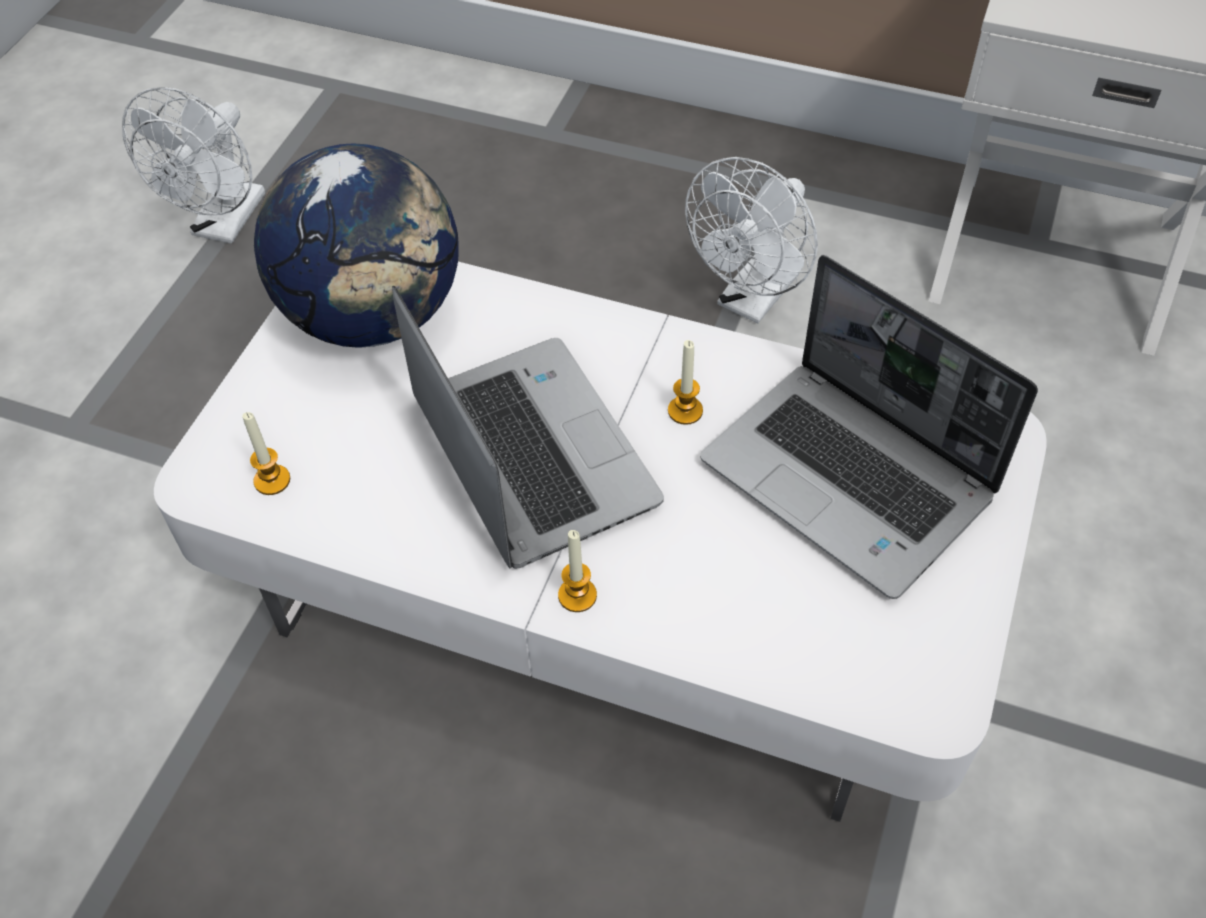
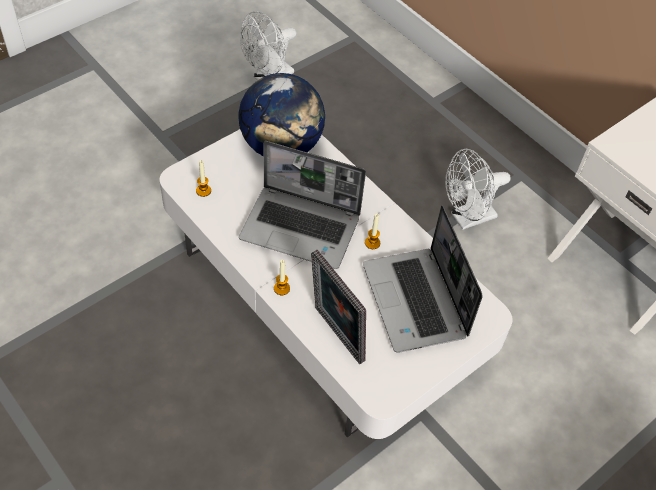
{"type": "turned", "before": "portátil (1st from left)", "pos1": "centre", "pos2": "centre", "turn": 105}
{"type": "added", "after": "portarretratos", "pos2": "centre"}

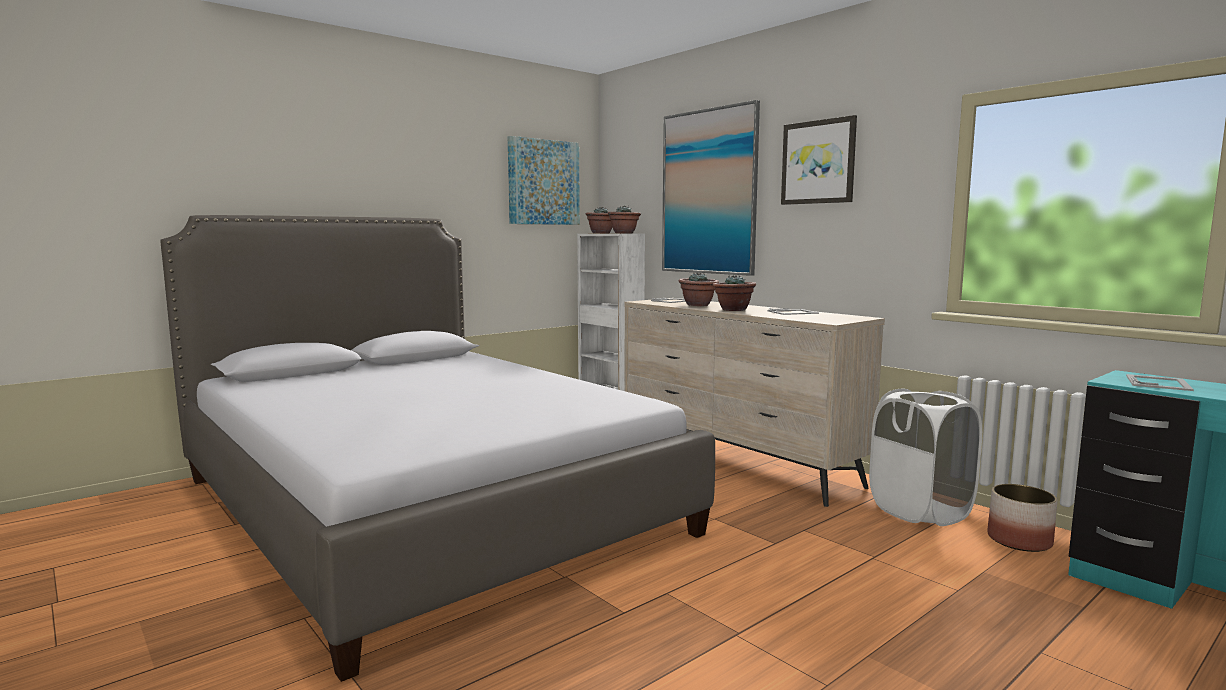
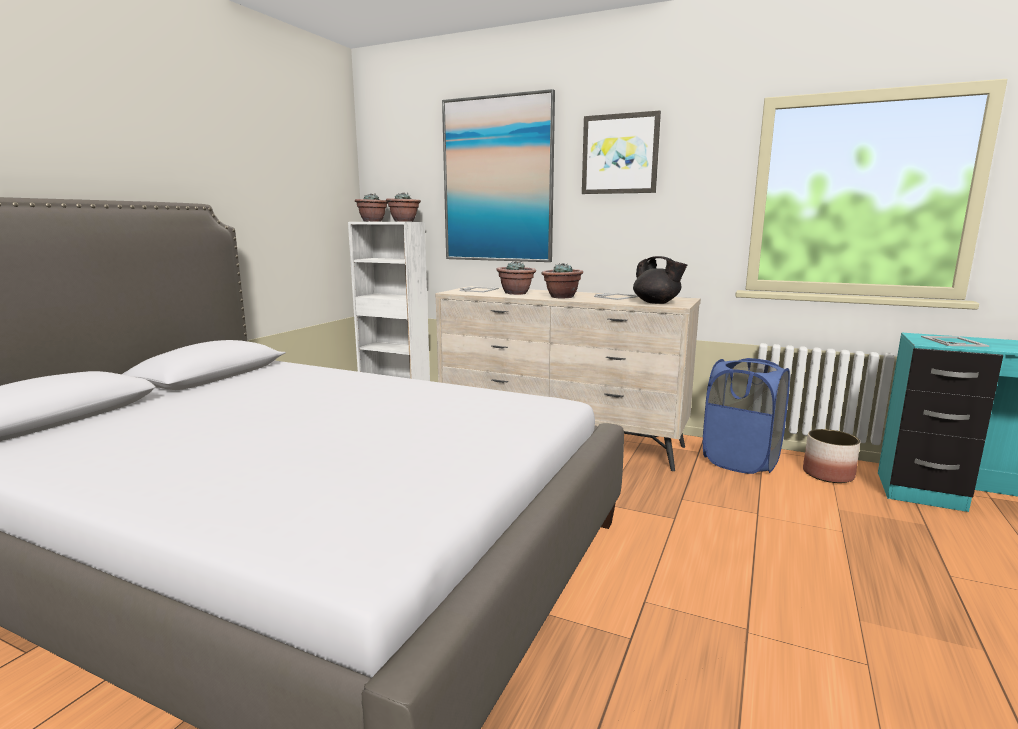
{"type": "added", "after": "tetera (negro)", "pos2": "centre"}
{"type": "recoloured", "before": "cesto de la ropa (blanco)", "after": "cesto de la ropa (azul)", "pos1": "middle right", "pos2": "middle right"}
{"type": "removed", "before": "cuadro (1st from left)", "pos1": "top centre"}

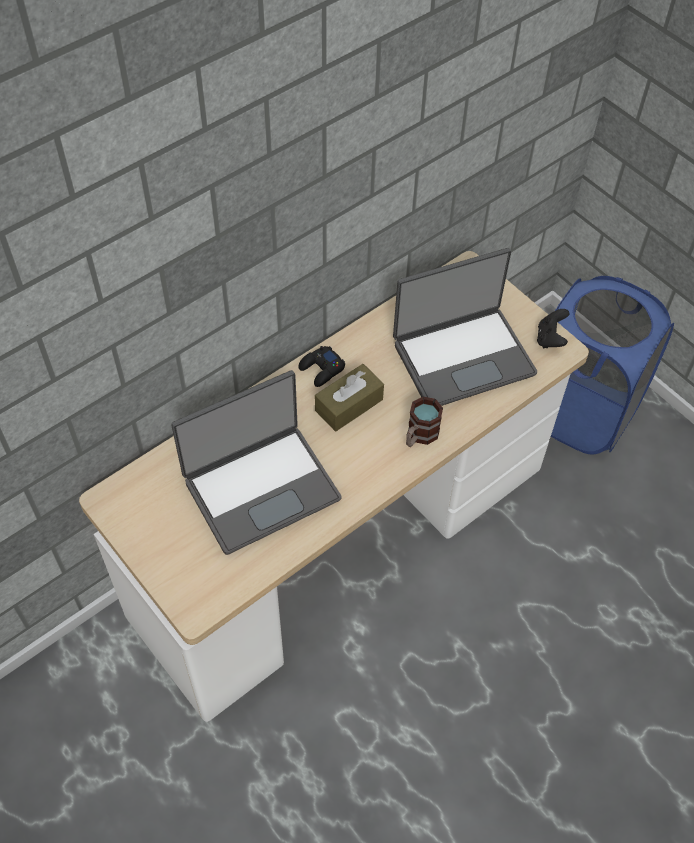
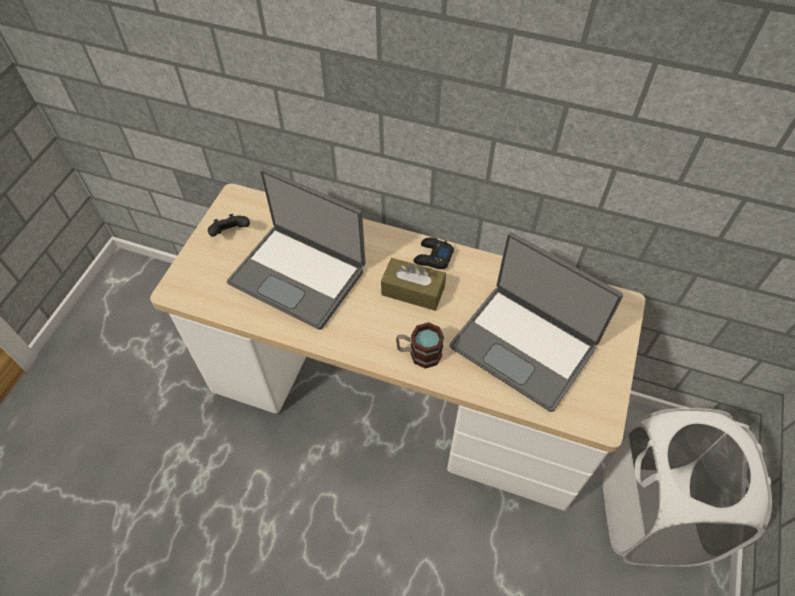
{"type": "moved", "before": "mando de consola (negro) (2nd from left in the first image)", "after": "mando de consola (negro) (1st from left)", "pos1": "middle right", "pos2": "middle left"}
{"type": "recoloured", "before": "cesto de la ropa (azul)", "after": "cesto de la ropa (blanco)", "pos1": "middle right", "pos2": "bottom right"}

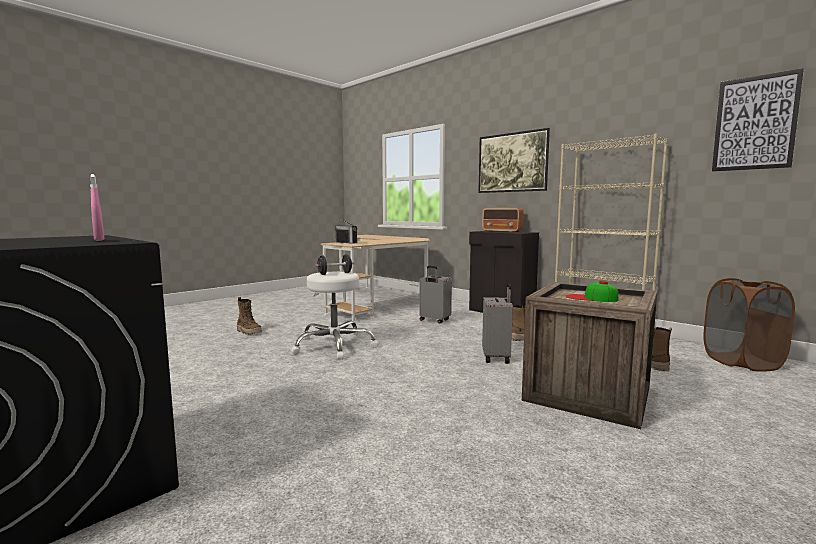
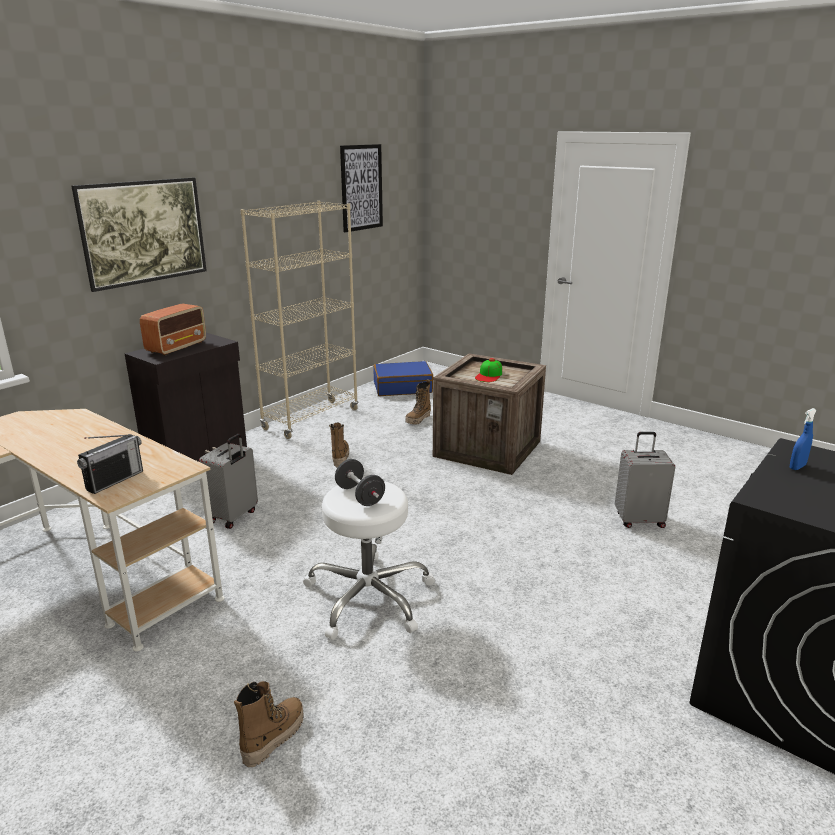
{"type": "replaced", "before": "cesto de la ropa (marrón)", "after": "maleta (azul)", "pos1": "middle right", "pos2": "centre"}
{"type": "moved", "before": "maleta (gris) (2nd from left)", "pos1": "centre", "pos2": "middle right"}
{"type": "recoloured", "before": "pulverizador (rosa)", "after": "pulverizador (azul)", "pos1": "middle left", "pos2": "middle right"}

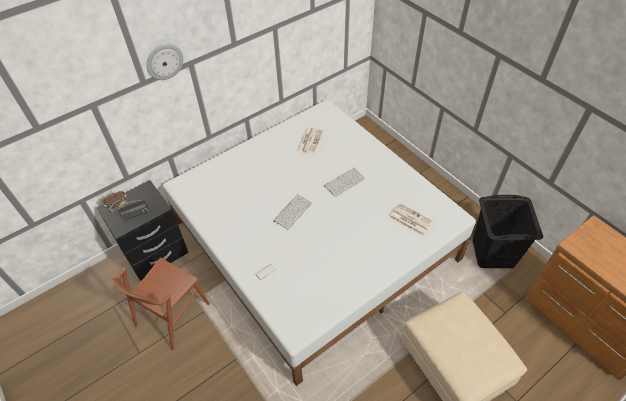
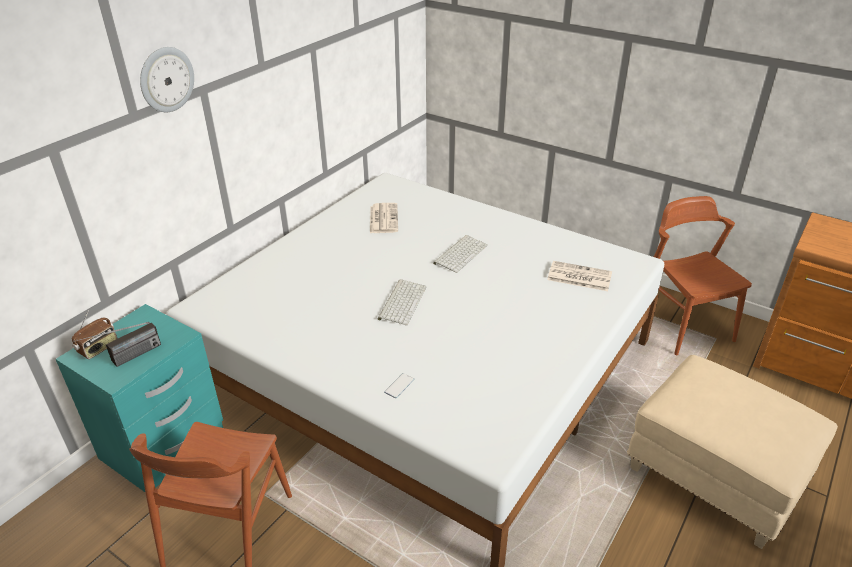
{"type": "recoloured", "before": "mesita de noche (negro)", "after": "mesita de noche (turquesa)", "pos1": "middle left", "pos2": "bottom left"}
{"type": "replaced", "before": "cesto de la ropa (negro)", "after": "silla (marrón) (2nd from left)", "pos1": "middle right", "pos2": "middle right"}

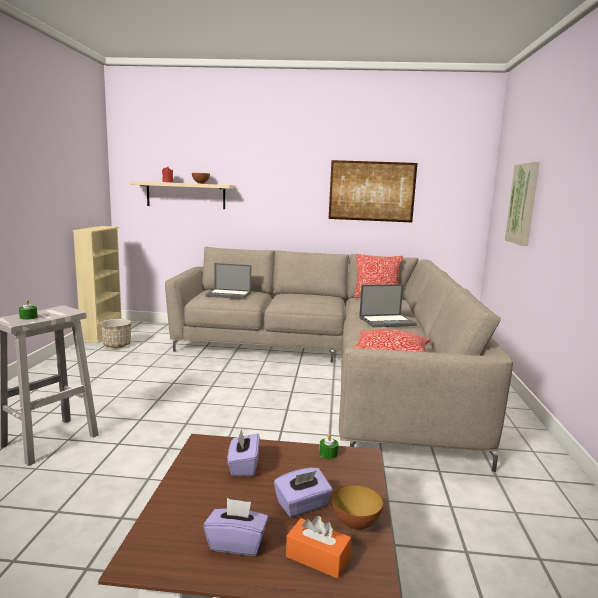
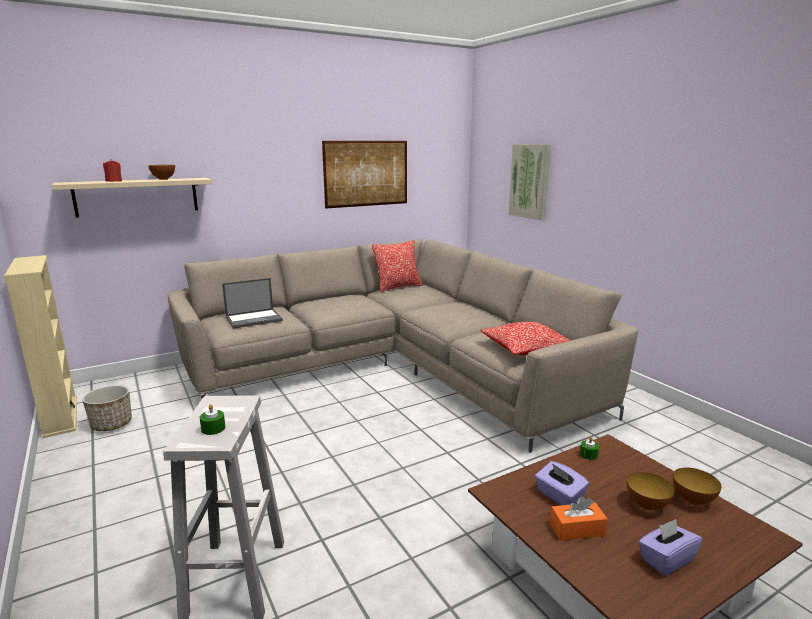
{"type": "moved", "before": "caja de pañuelos (naranja)", "pos1": "bottom centre", "pos2": "bottom right"}
{"type": "replaced", "before": "caja de pañuelos (morado) (3rd from left)", "after": "cuenco (2nd from left)", "pos1": "bottom centre", "pos2": "bottom right"}
{"type": "removed", "before": "portátil (2nd from left)", "pos1": "centre"}

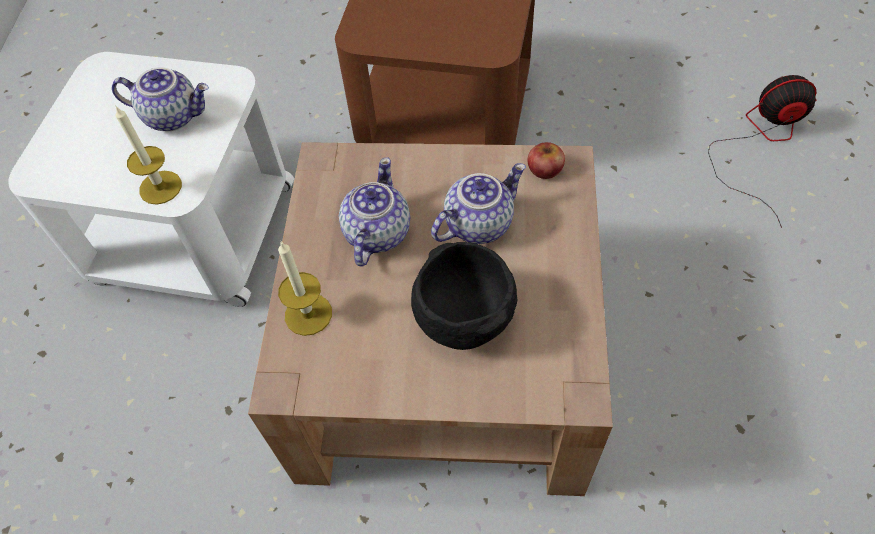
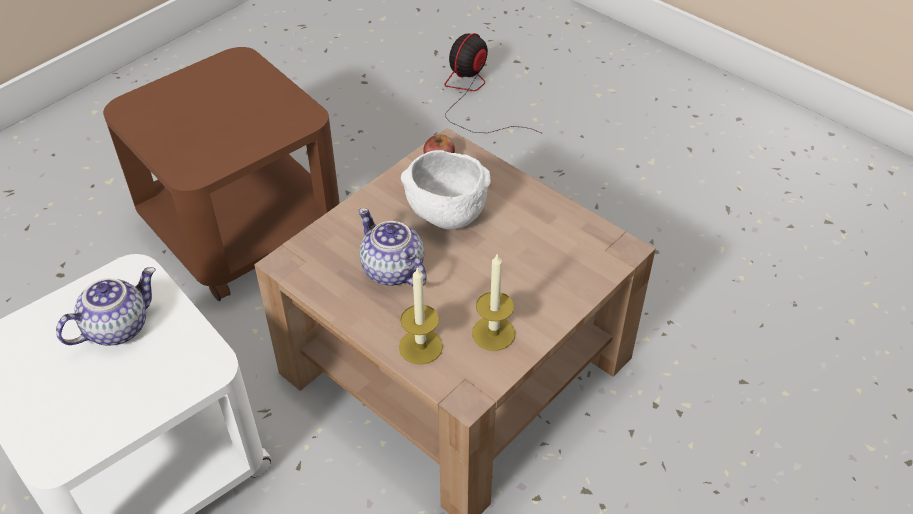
{"type": "replaced", "before": "tetera (3rd from left)", "after": "cuenco (blanco)", "pos1": "centre", "pos2": "centre"}
{"type": "moved", "before": "vela (1st from left in the first image)", "after": "vela (2nd from left)", "pos1": "top left", "pos2": "centre"}
{"type": "removed", "before": "cuenco (negro)", "pos1": "centre"}

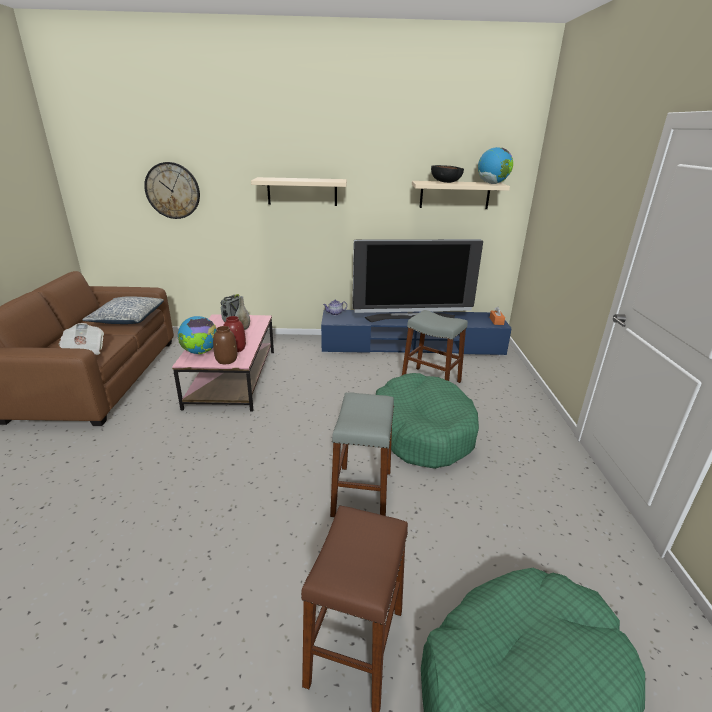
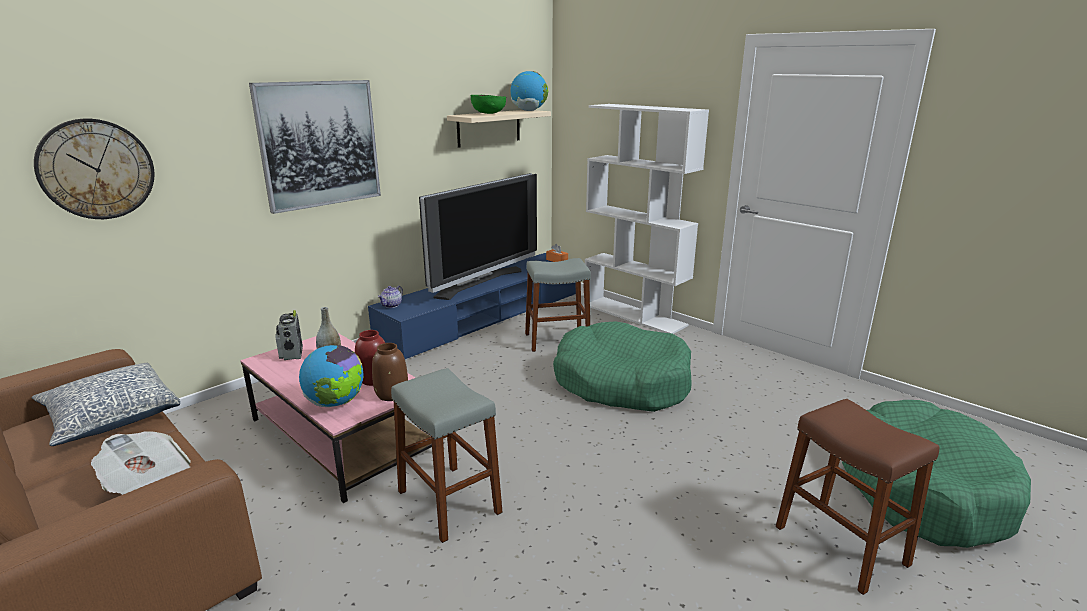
{"type": "replaced", "before": "estante (beis) (1st from left)", "after": "cuadro", "pos1": "top centre", "pos2": "top left"}
{"type": "moved", "before": "taburete (gris) (1st from left)", "pos1": "centre", "pos2": "bottom centre"}
{"type": "recoloured", "before": "cuenco (negro)", "after": "cuenco (verde)", "pos1": "top centre", "pos2": "top centre"}
{"type": "added", "after": "estantería (blanco)", "pos2": "centre"}

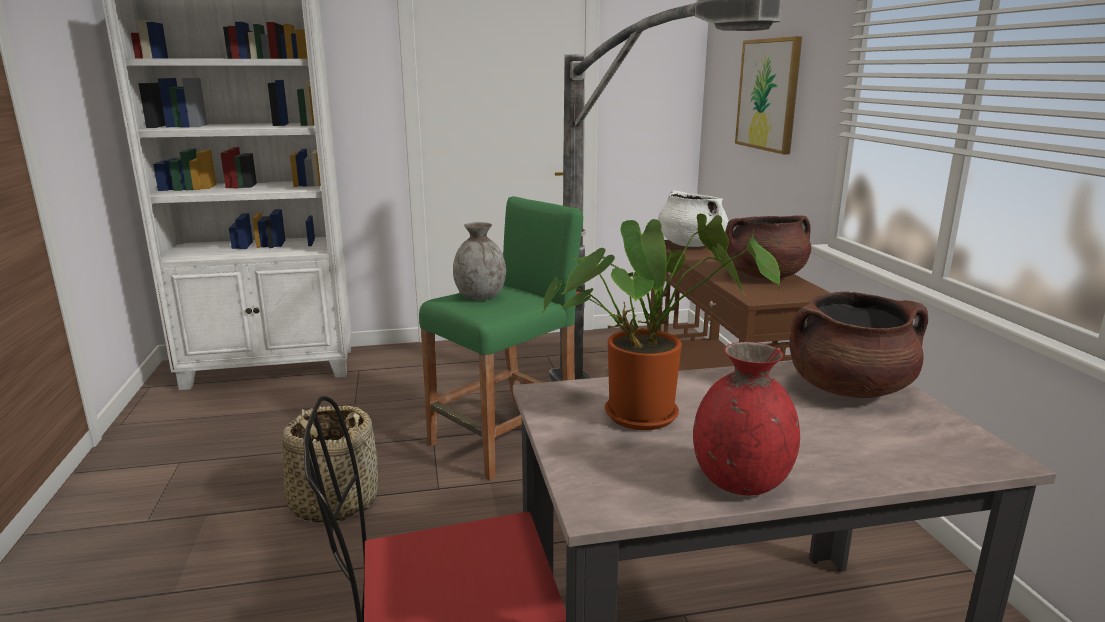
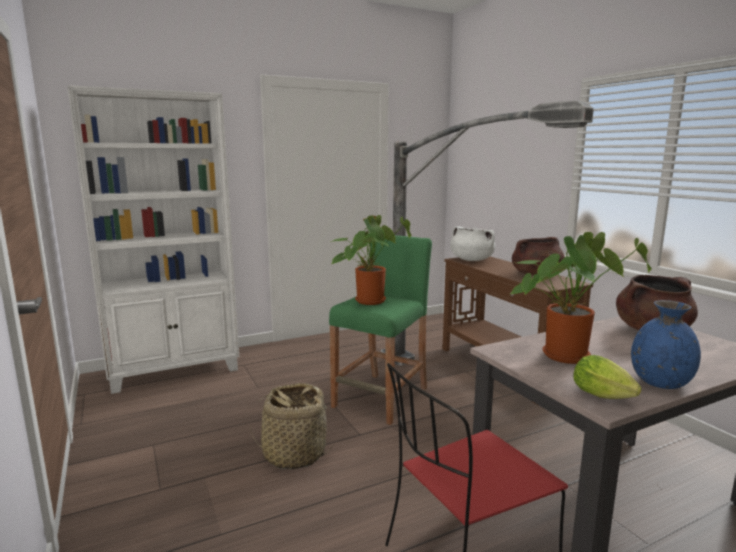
{"type": "replaced", "before": "florero (gris)", "after": "planta en maceta (1st from left)", "pos1": "centre", "pos2": "centre"}
{"type": "added", "after": "lechuga", "pos2": "bottom right"}
{"type": "recoloured", "before": "florero (rojo)", "after": "florero (azul)", "pos1": "bottom right", "pos2": "middle right"}
{"type": "removed", "before": "cuadro", "pos1": "top right"}

